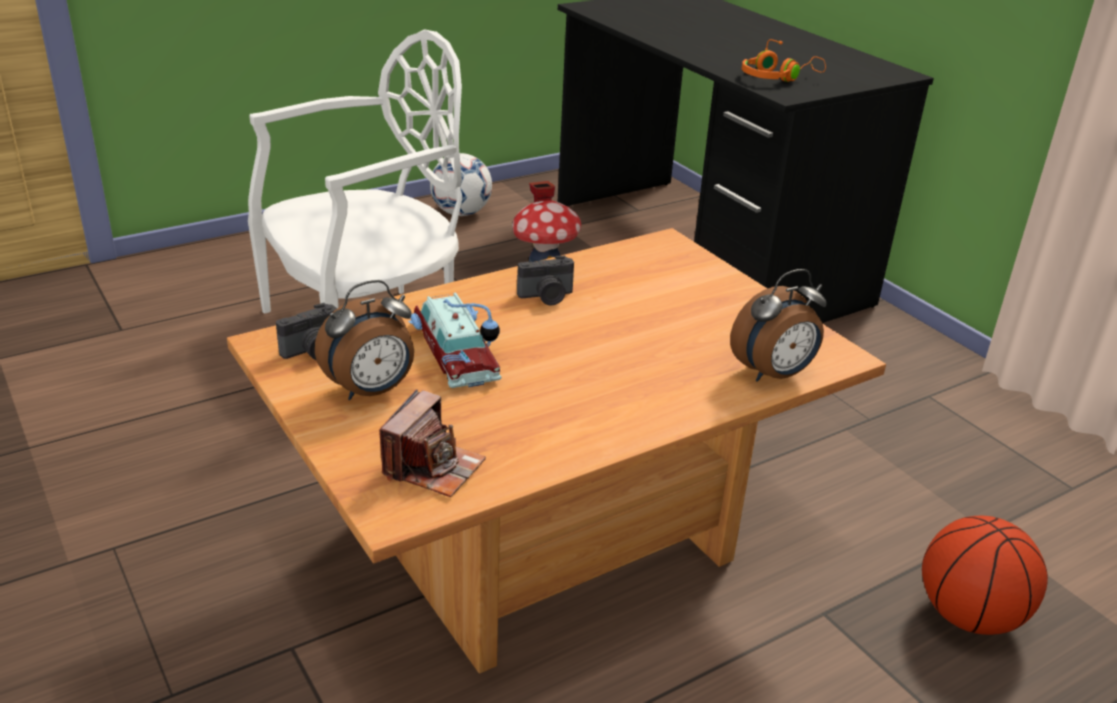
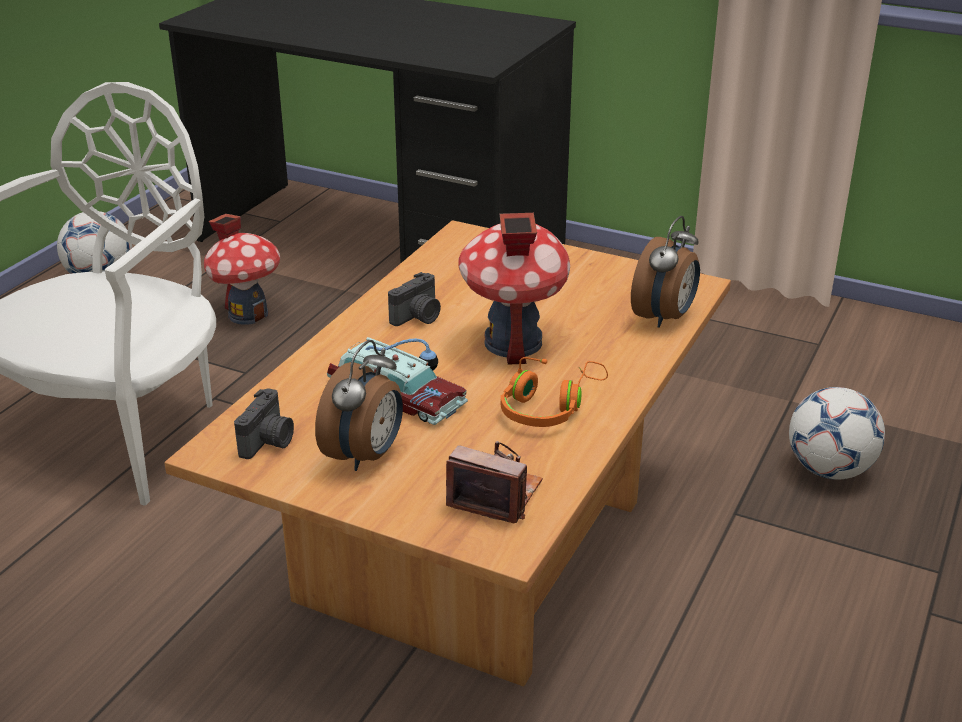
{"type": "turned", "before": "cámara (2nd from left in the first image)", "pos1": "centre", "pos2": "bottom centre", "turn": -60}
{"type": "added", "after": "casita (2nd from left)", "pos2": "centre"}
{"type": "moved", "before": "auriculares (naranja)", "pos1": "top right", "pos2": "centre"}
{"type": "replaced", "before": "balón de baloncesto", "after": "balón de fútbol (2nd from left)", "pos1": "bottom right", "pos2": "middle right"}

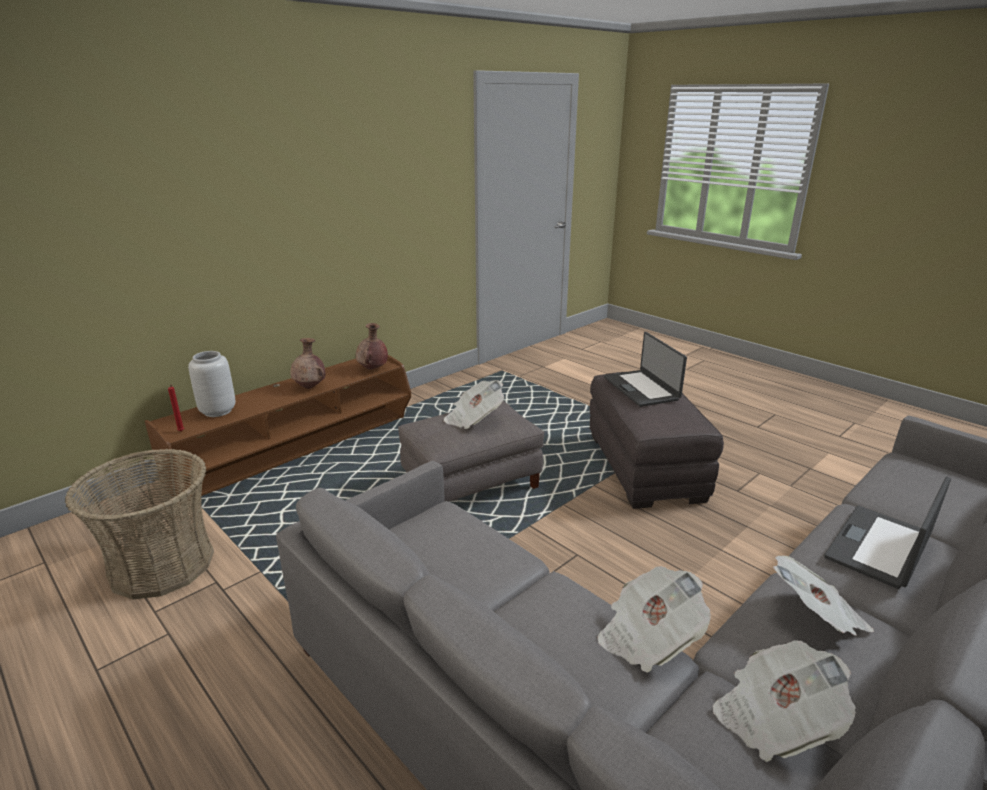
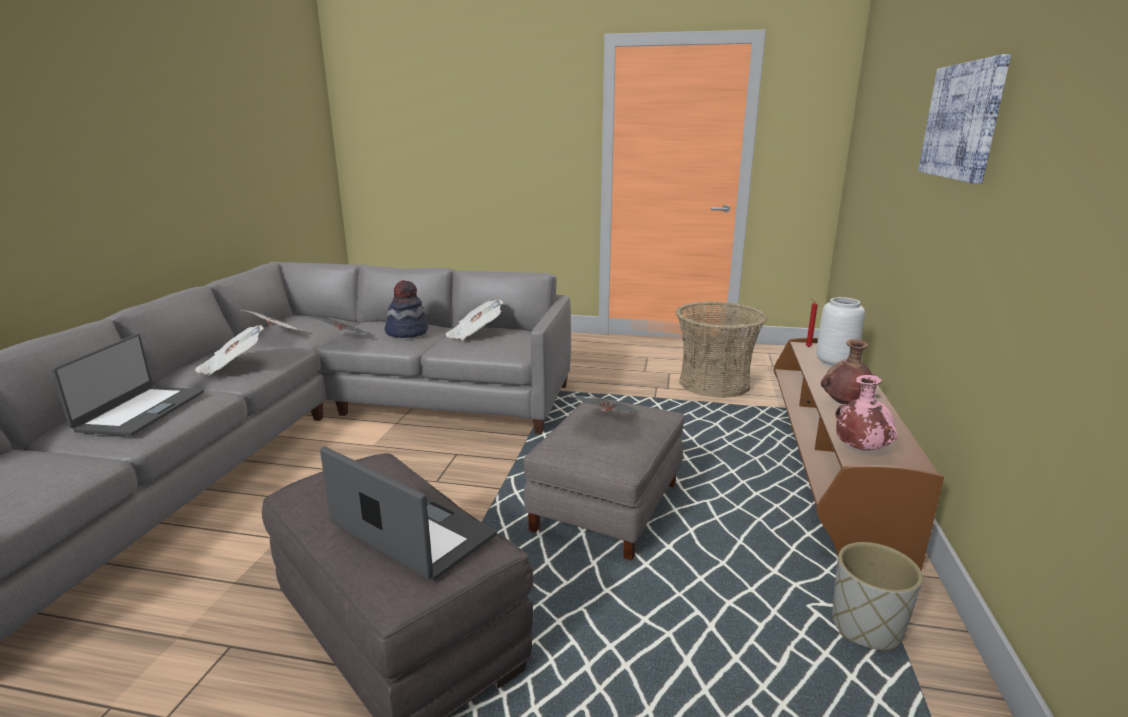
{"type": "added", "after": "sombrero", "pos2": "centre"}
{"type": "added", "after": "periódico (4th from left)", "pos2": "centre"}
{"type": "added", "after": "maceta (gris)", "pos2": "bottom right"}
{"type": "recoloured", "before": "florero (marrón) (2nd from left)", "after": "florero (rosa)", "pos1": "centre", "pos2": "middle right"}
{"type": "added", "after": "cuadro", "pos2": "top right"}

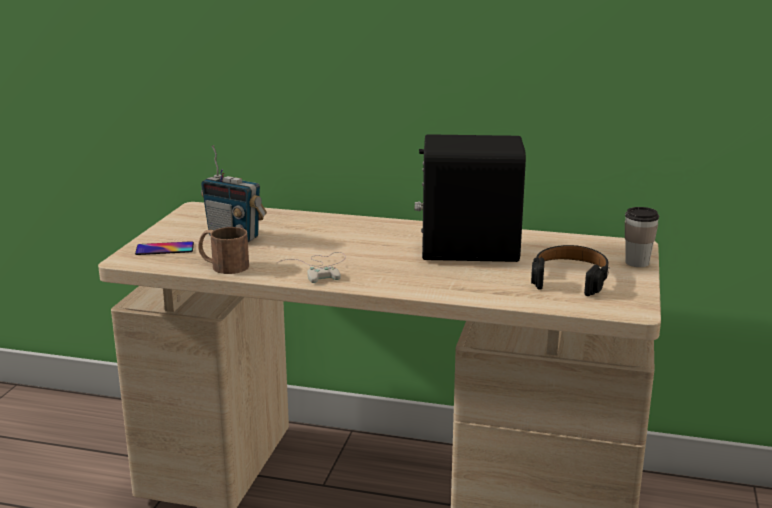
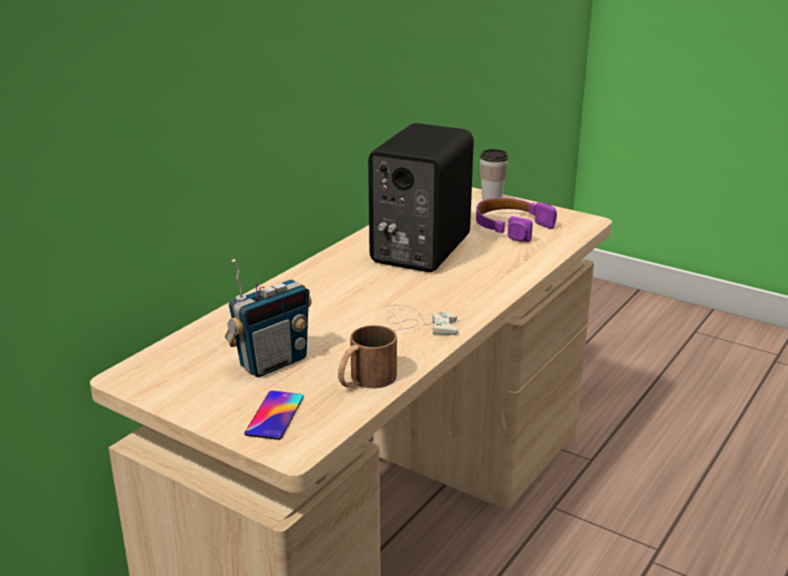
{"type": "recoloured", "before": "auriculares (negro)", "after": "auriculares (morado)", "pos1": "middle right", "pos2": "centre"}

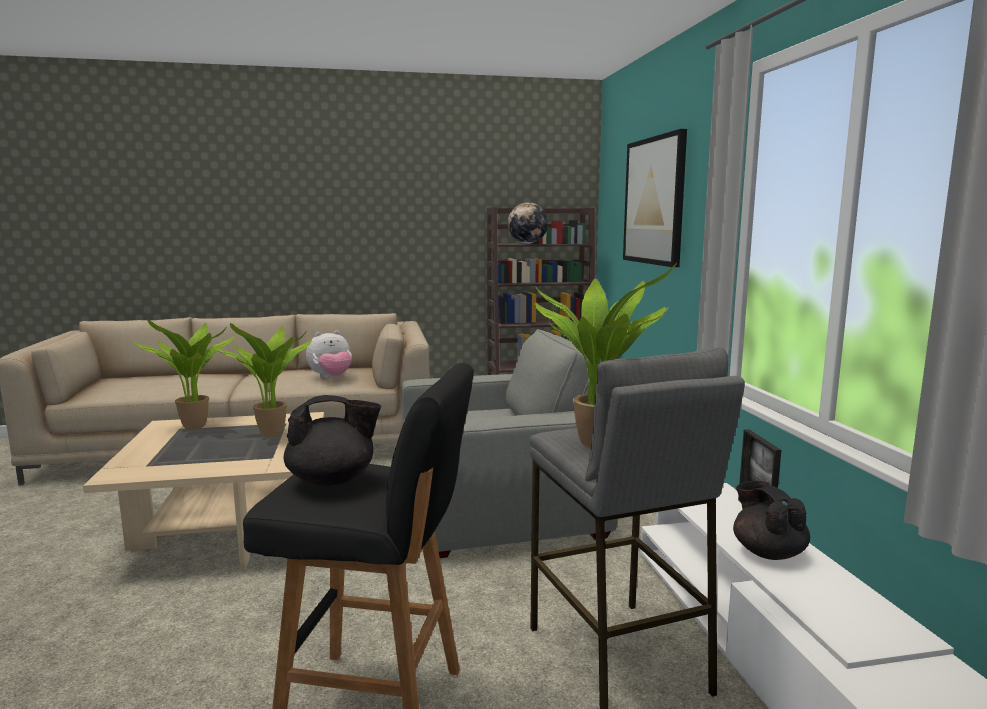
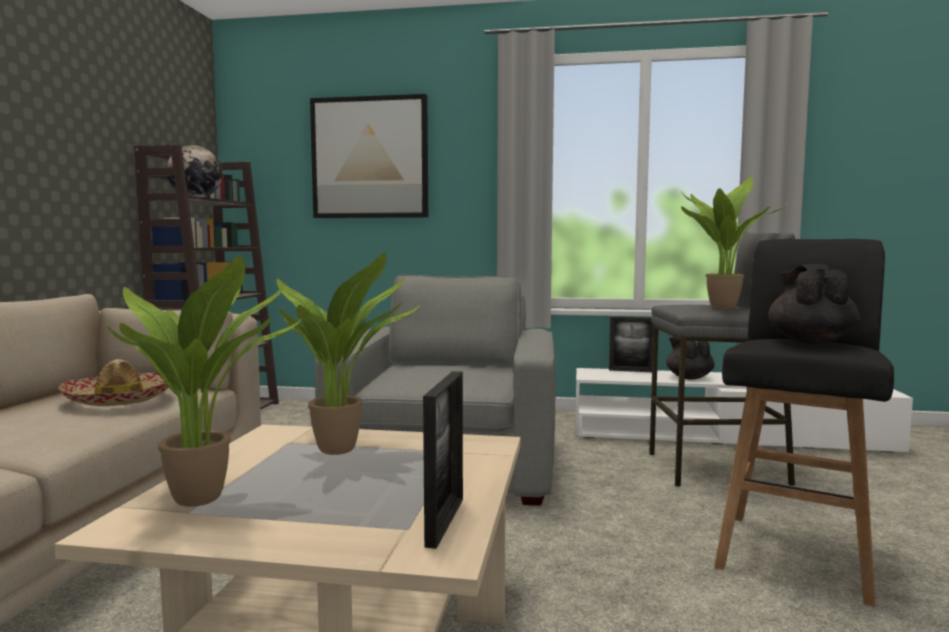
{"type": "replaced", "before": "peluche", "after": "sombrero", "pos1": "centre", "pos2": "middle left"}
{"type": "added", "after": "portarretratos (1st from left)", "pos2": "bottom centre"}
{"type": "turned", "before": "tetera (negro) (2nd from left in the first image)", "pos1": "bottom right", "pos2": "middle right", "turn": 75}

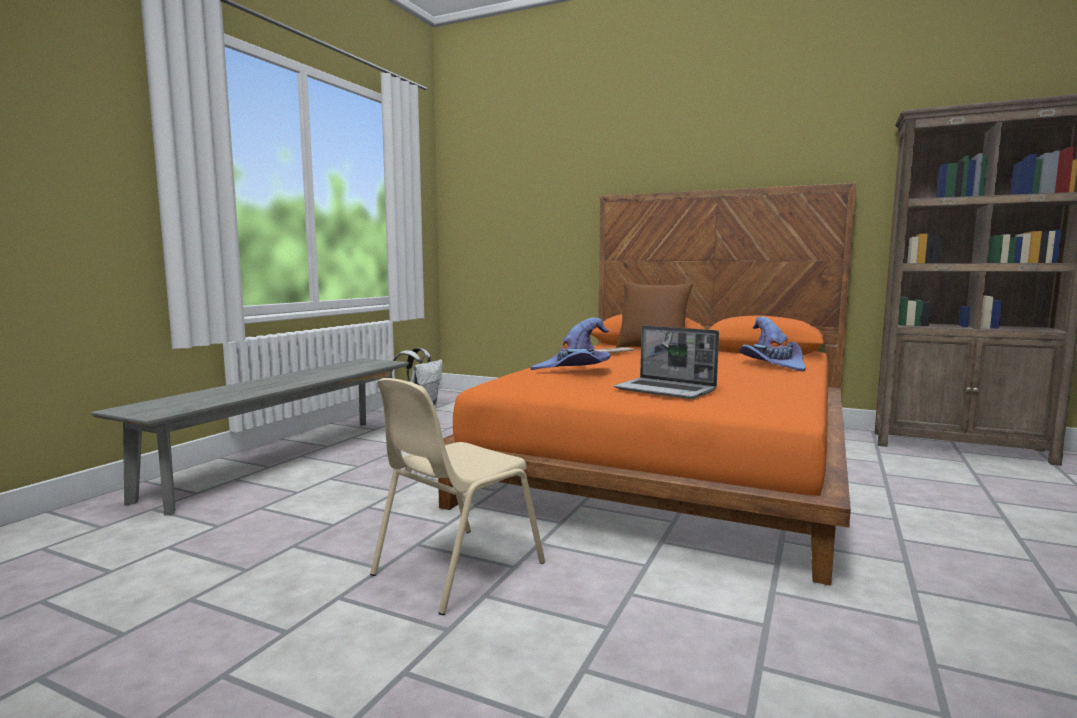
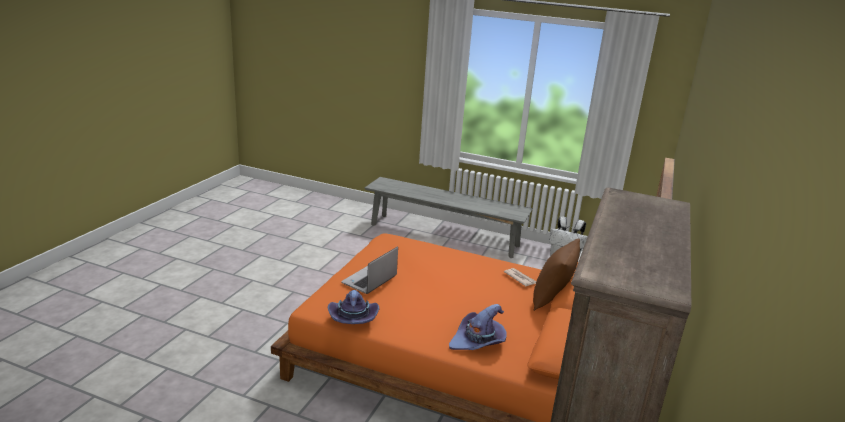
{"type": "moved", "before": "sombrero (morado) (1st from left)", "pos1": "centre", "pos2": "bottom centre"}
{"type": "removed", "before": "silla (beis)", "pos1": "bottom centre"}

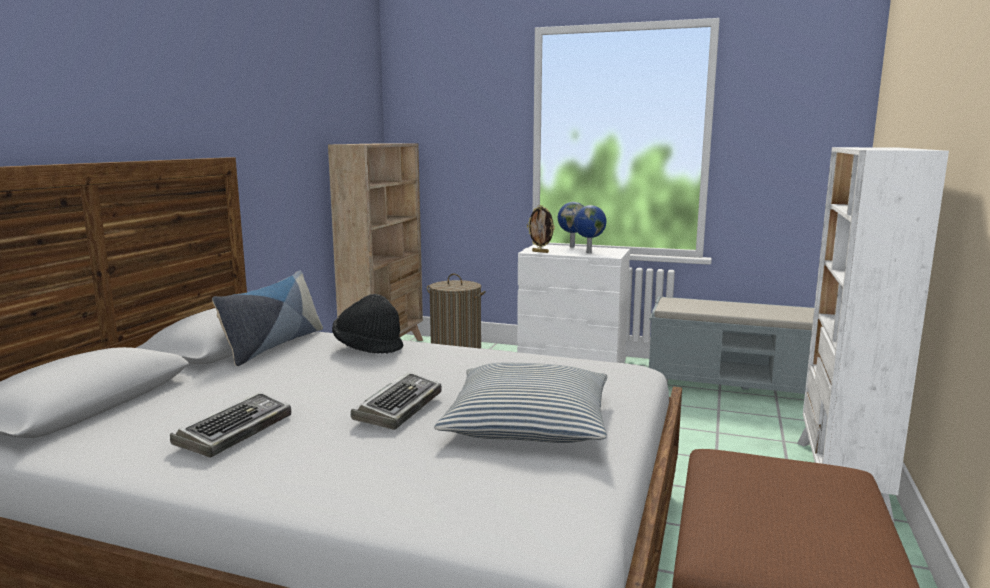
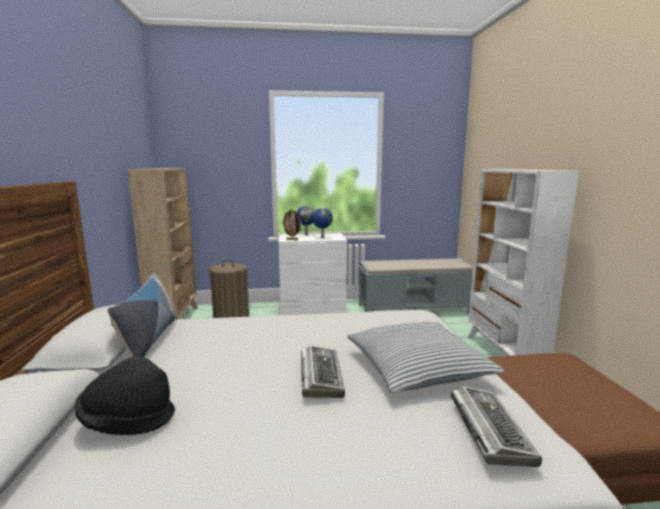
{"type": "moved", "before": "sombrero (negro)", "pos1": "centre", "pos2": "bottom left"}
{"type": "moved", "before": "teclado (1st from left in the first image)", "after": "teclado (2nd from left)", "pos1": "bottom left", "pos2": "bottom right"}

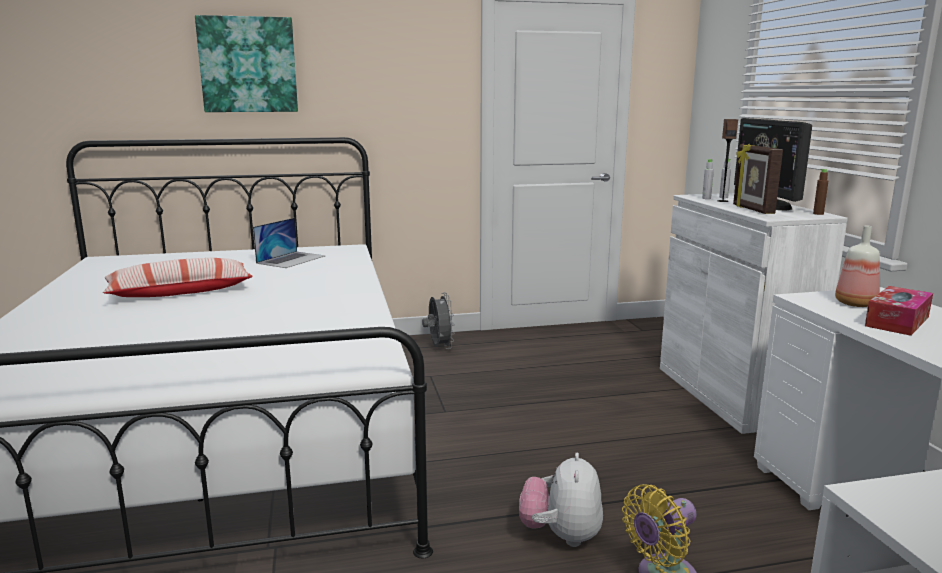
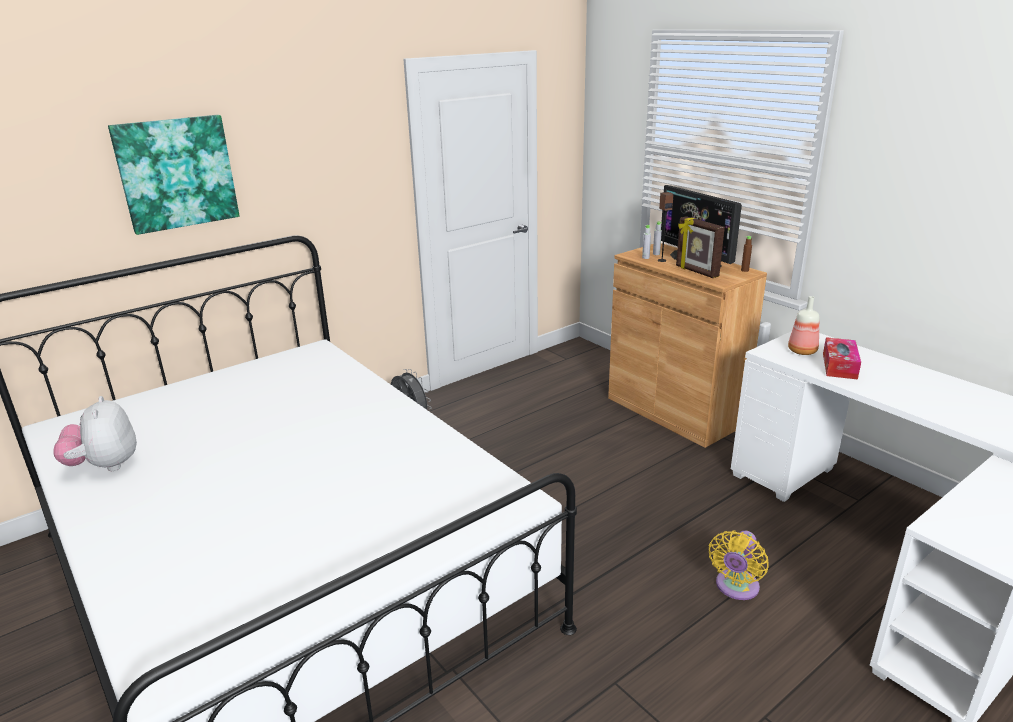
{"type": "moved", "before": "peluche", "pos1": "bottom centre", "pos2": "middle left"}
{"type": "recoloured", "before": "armario (blanco)", "after": "armario (marrón)", "pos1": "middle right", "pos2": "middle right"}
{"type": "removed", "before": "cojín", "pos1": "middle left"}
{"type": "removed", "before": "portátil", "pos1": "middle left"}

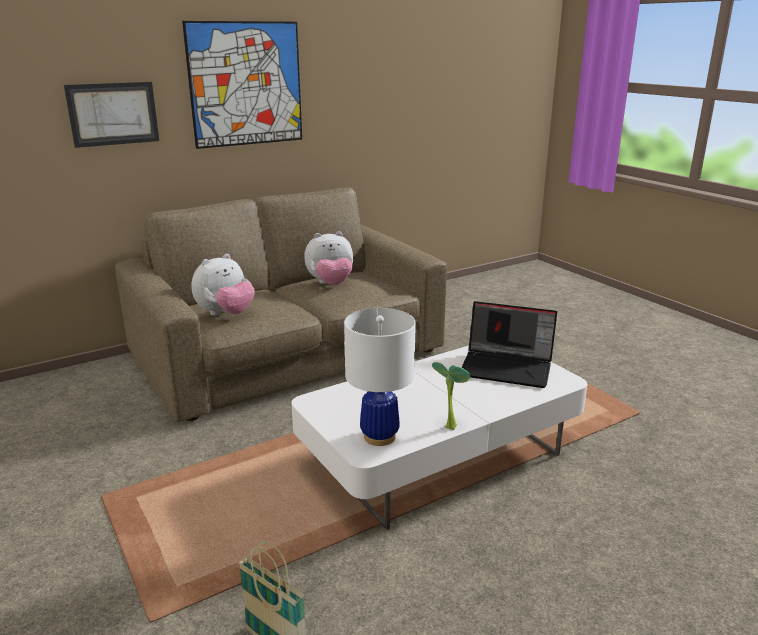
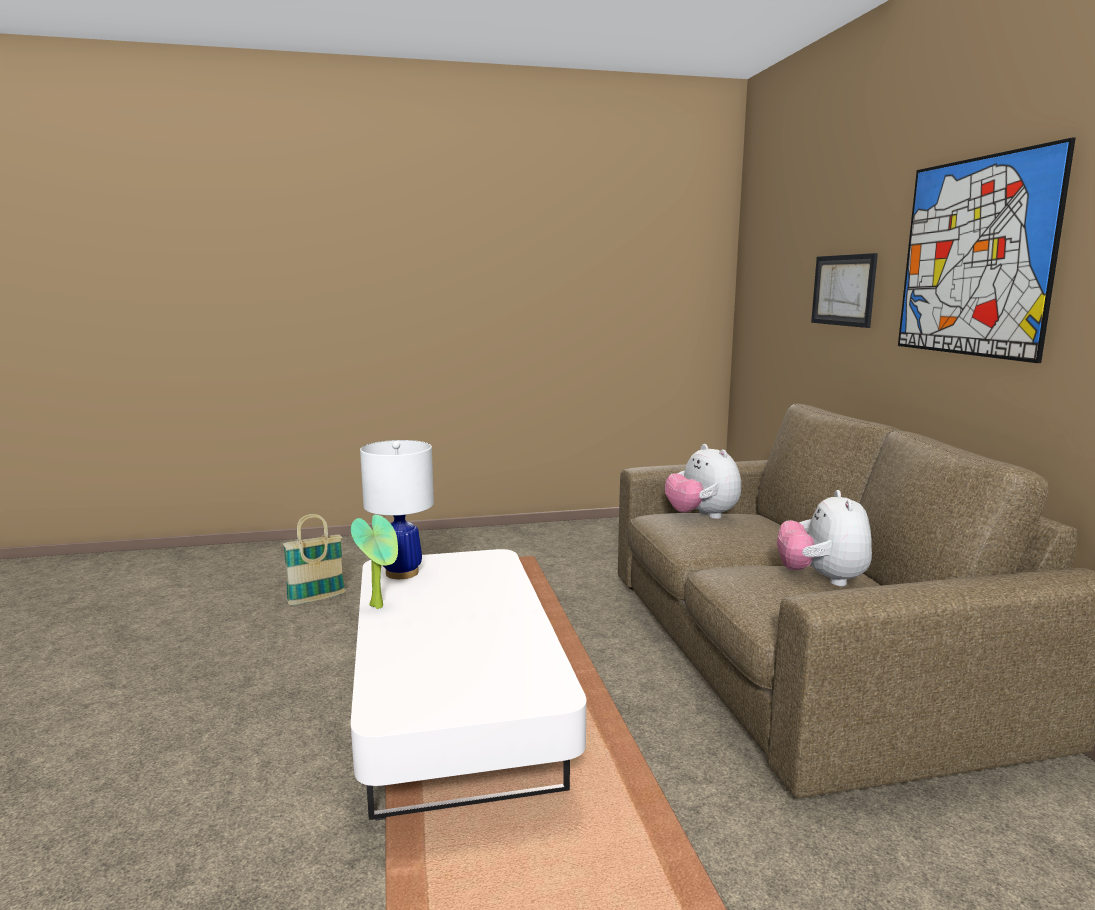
{"type": "removed", "before": "portátil", "pos1": "middle right"}

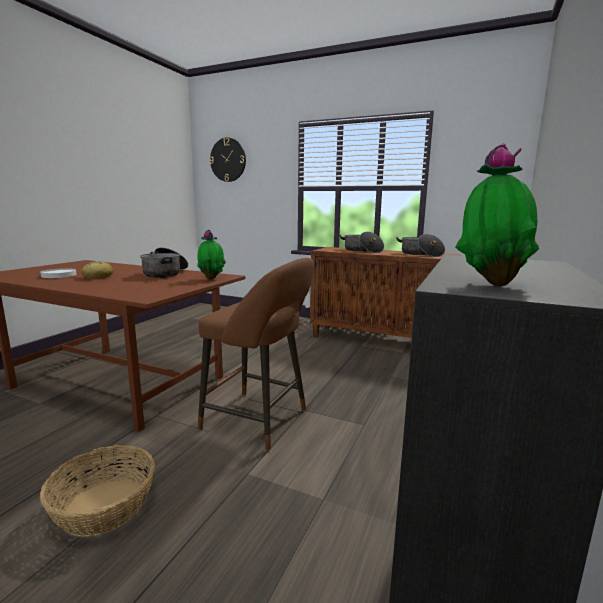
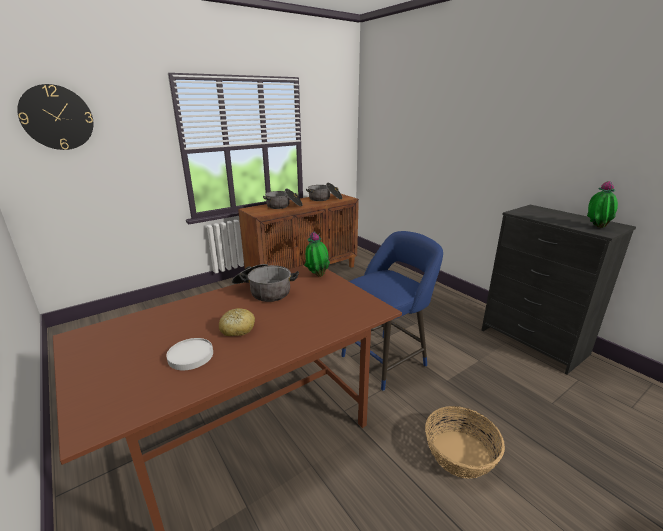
{"type": "recoloured", "before": "taburete (marrón)", "after": "taburete (azul)", "pos1": "centre", "pos2": "centre"}

